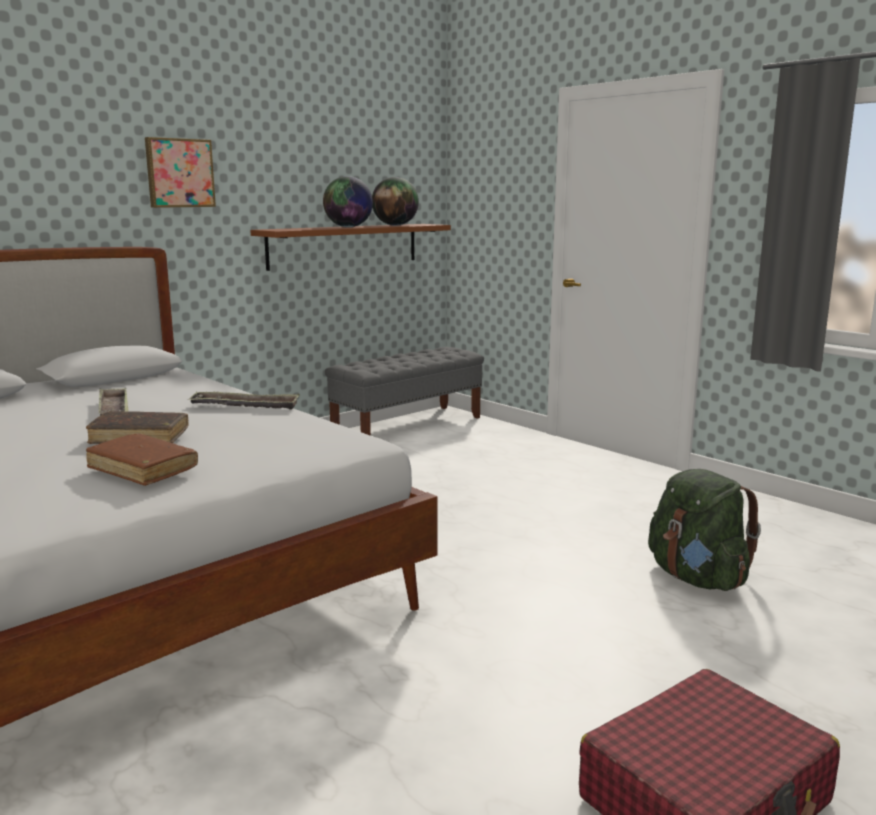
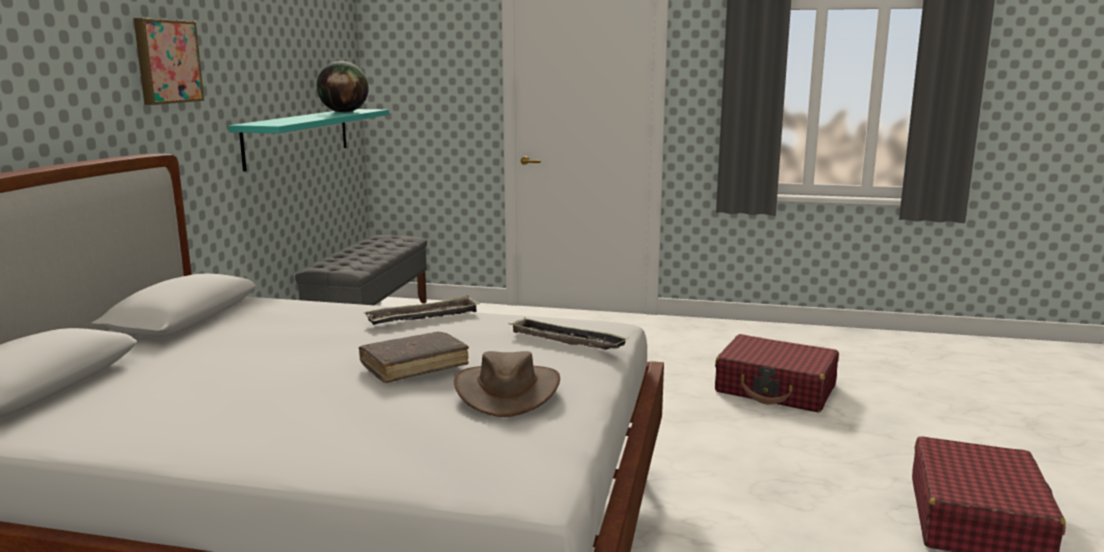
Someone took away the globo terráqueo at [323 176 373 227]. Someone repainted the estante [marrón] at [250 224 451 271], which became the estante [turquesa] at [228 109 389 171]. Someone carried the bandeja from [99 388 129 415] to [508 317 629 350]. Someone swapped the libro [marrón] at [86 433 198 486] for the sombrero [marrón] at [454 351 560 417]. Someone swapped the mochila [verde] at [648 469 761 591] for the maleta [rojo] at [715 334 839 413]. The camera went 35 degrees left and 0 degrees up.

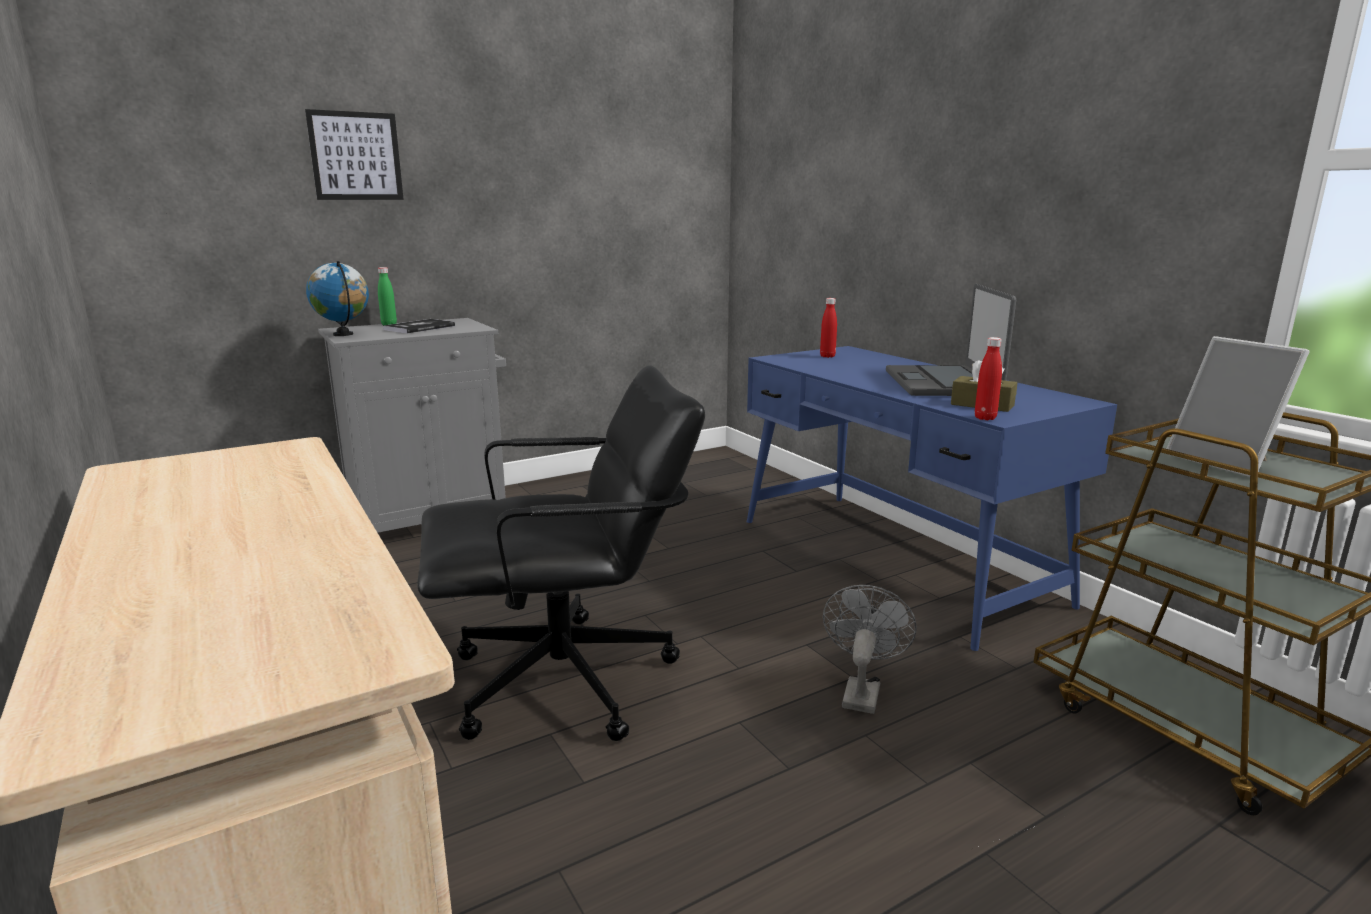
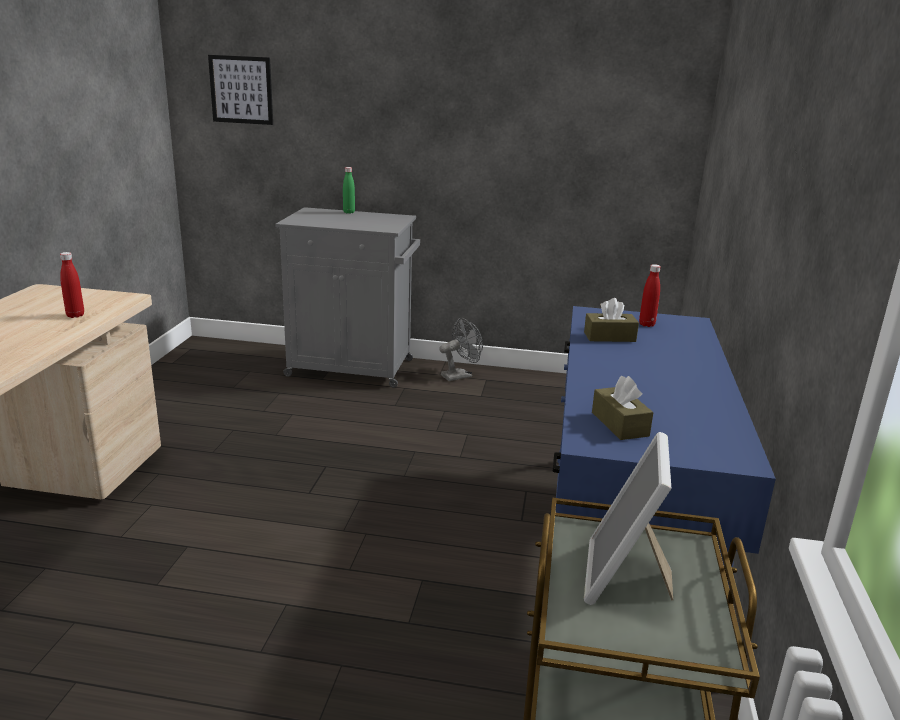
Someone carried the cuadro from [305 109 404 200] to [208 55 273 125]. Someone took away the globo terráqueo at [306 261 369 336]. Someone took away the portátil at [886 284 1016 396]. Someone took away the libro at [383 319 455 333]. Someone carried the botella [rojo] from [975 337 1002 420] to [60 252 84 318]. Someone took away the silla de oficina [negro] at [417 365 705 741]. Someone carried the ventilador [gris] from [823 585 917 714] to [439 318 483 381]. Someone put down the caja de pañuelos [marrón] at [584 298 639 342]. The camera went 40 degrees right and 5 degrees up.

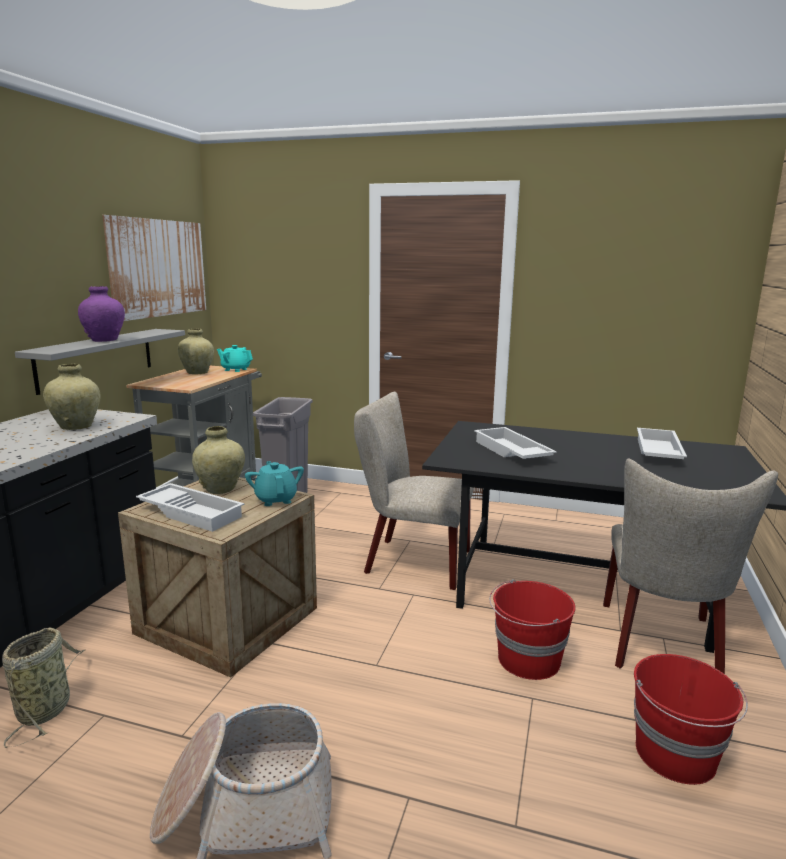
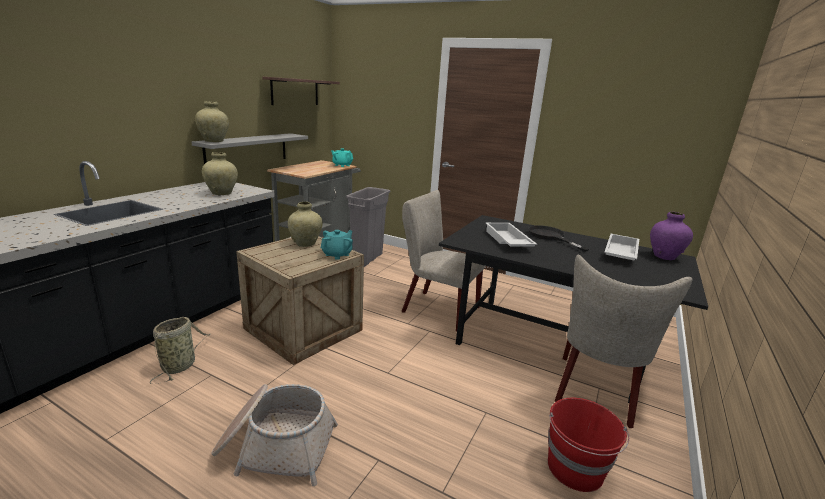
Someone swapped the cuadro at [102 215 206 321] for the estante at [262 77 340 105]. Someone carried the florero [morado] from [78 286 125 342] to [650 212 693 260]. Someone carried the florero [beis] from [177 329 214 374] to [195 101 229 142]. Someone rotated the tetera [turquesa] at [245 461 304 506] by 45 degrees clockwise. Someone took away the bandeja [blanco] at [136 483 244 532]. Someone took away the cubo [rojo] at [489 579 576 680]. Someone put down the sartén [negro] at [528 225 589 252]. The camera went 10 degrees right and 5 degrees up.

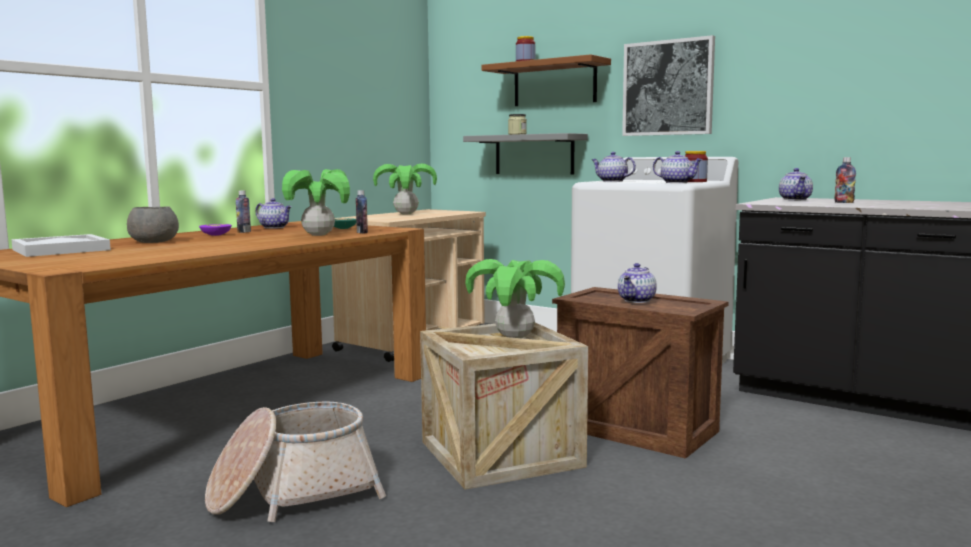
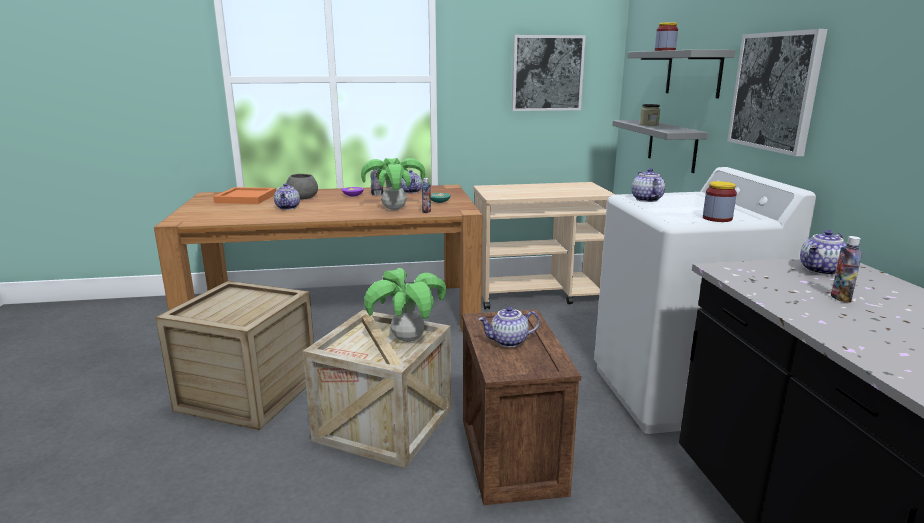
Someone repainted the estante [marrón] at [481 54 611 106], which became the estante [gris] at [627 50 736 98]. Someone carried the tetera from [653 151 703 183] to [274 183 300 210]. Someone took away the planta en maceta at [373 163 437 214]. Someone repainted the bandeja [blanco] at [11 234 111 257], which became the bandeja [naranja] at [213 187 276 204]. Someone swapped the cesta at [205 402 386 522] for the caja de embalaje at [155 281 314 430]. Someone put up the cuadro at [512 35 586 111]. The camera went 45 degrees right and 10 degrees up.

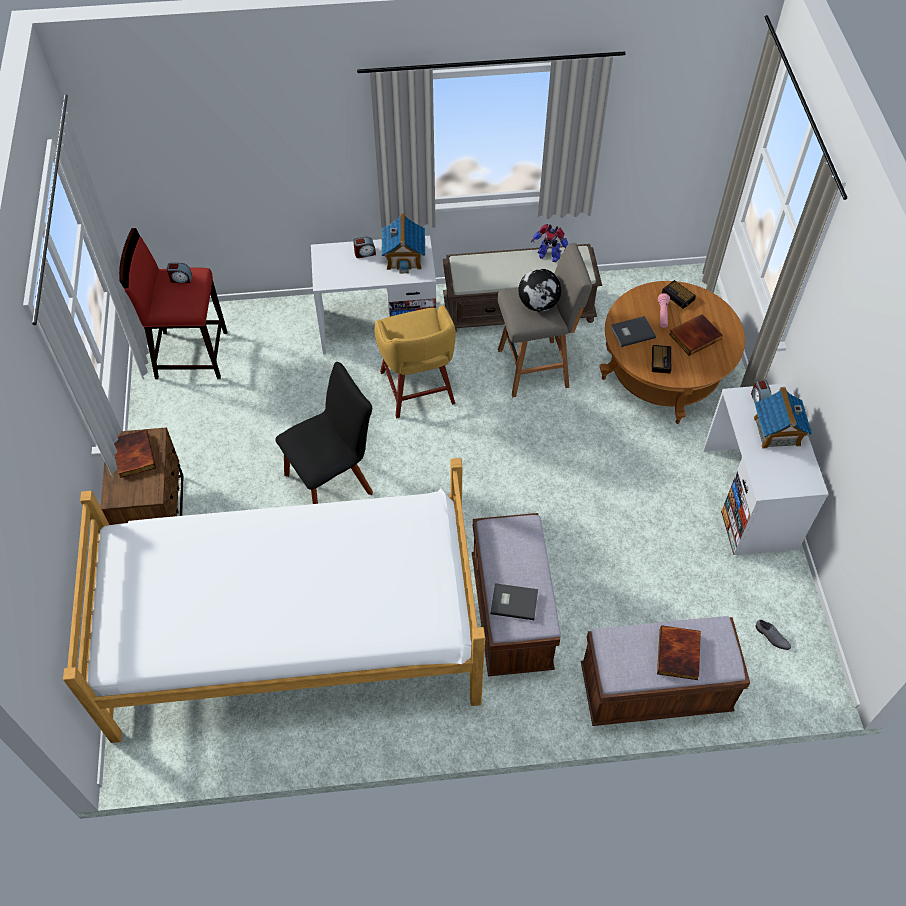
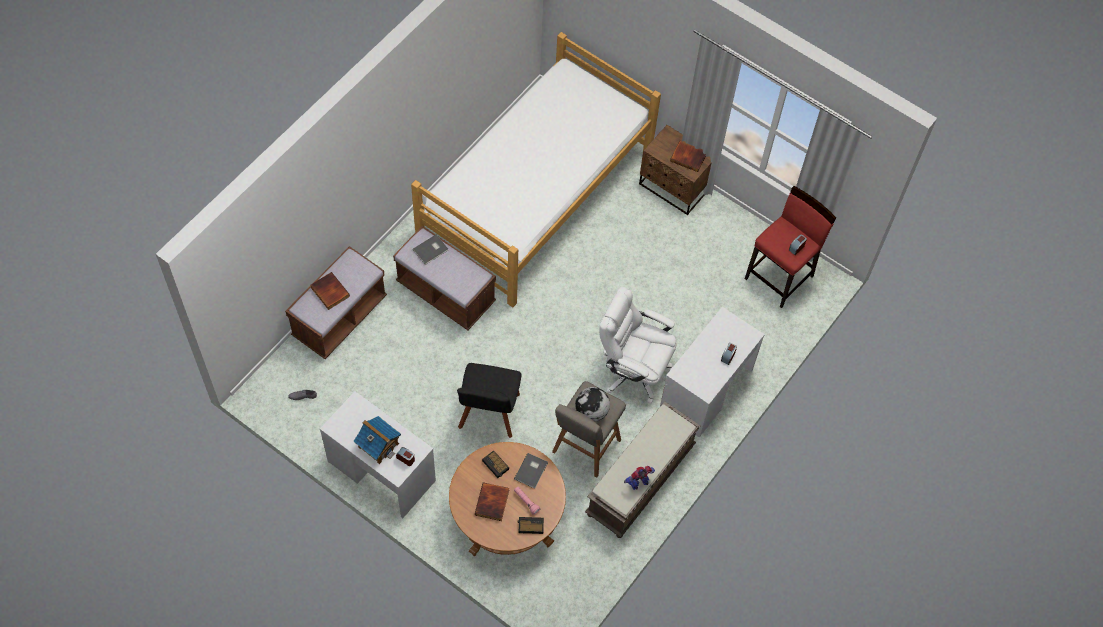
Someone took away the casita at [381 213 425 273]. Someone swapped the taburete [amarillo] at [375 305 456 419] for the silla de oficina [blanco] at [599 287 677 403]. Someone carried the silla [negro] from [275 362 373 504] to [457 363 521 438]. The camera went 130 degrees right and 5 degrees up.

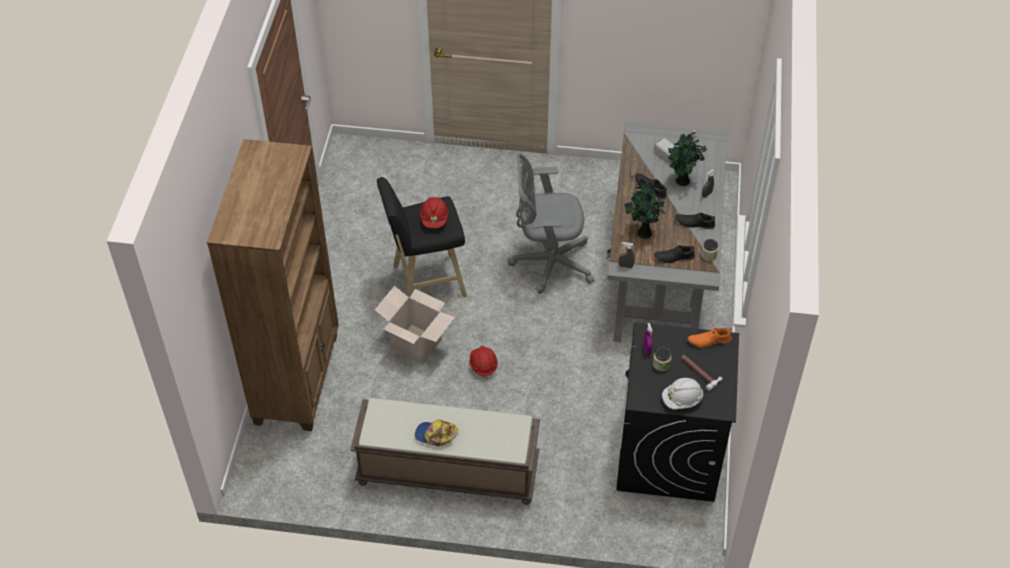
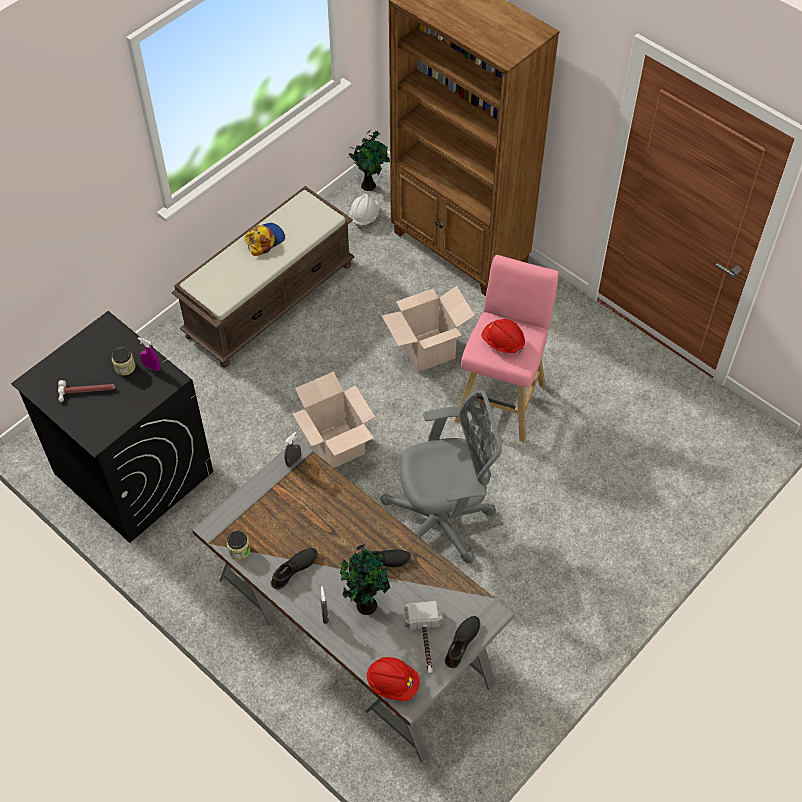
Someone rotated the silla de oficina [gris] at [508 153 594 294] by 45 degrees clockwise. Someone repainted the taburete [negro] at [377 177 467 298], which became the taburete [rosa] at [454 255 558 442]. Someone carried the planta en maceta from [624 179 666 239] to [348 130 390 191]. Someone carried the zapato [negro] from [654 245 695 263] to [445 616 480 668]. Someone took away the zapato [naranja] at [688 328 732 347]. Someone carried the casco [rojo] from [470 345 498 379] to [366 657 420 701]. Someone carried the casco [blanco] from [662 378 703 409] to [349 194 379 229]. Someone put down the caja de cartón at [293 372 375 468]. The camera went 125 degrees right and 5 degrees up.

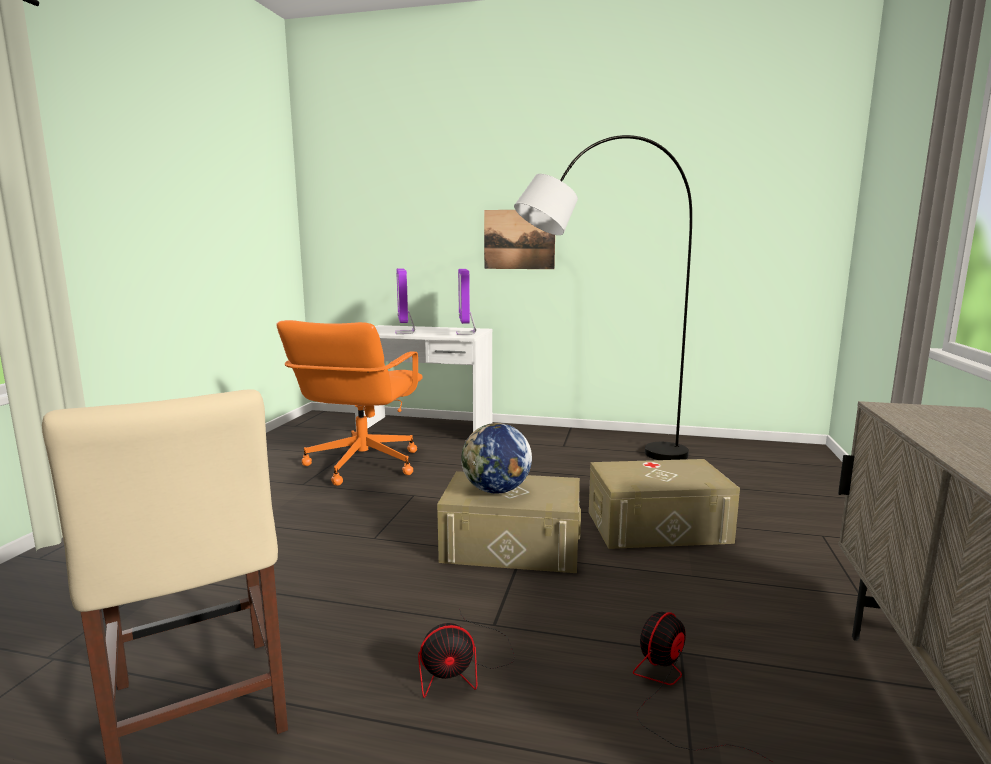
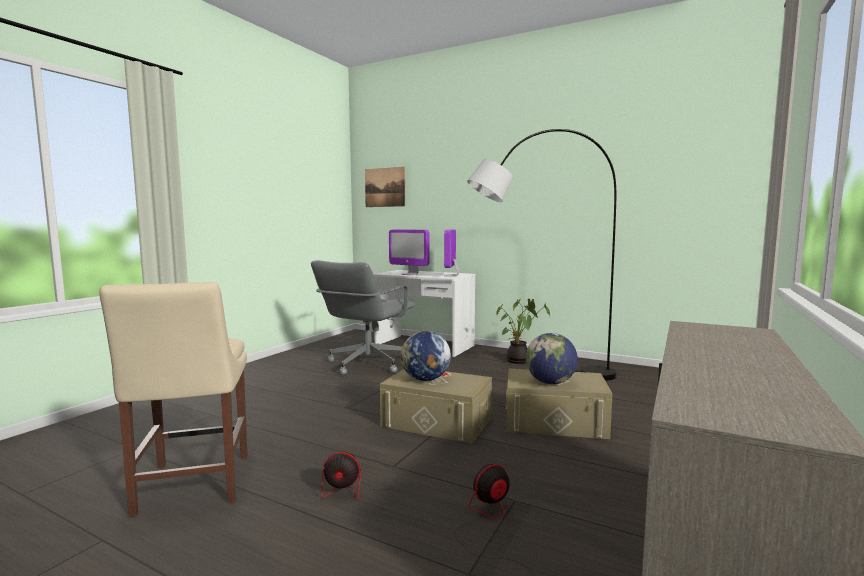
Someone carried the cuadro from [484 210 555 269] to [365 167 405 207]. Someone rotated the monitor at [395 269 415 334] by 60 degrees counterclockwise. Someone repainted the silla de oficina [naranja] at [276 320 423 486], which became the silla de oficina [gris] at [311 260 415 375]. Someone put down the planta en maceta at [496 299 550 364]. Someone put down the globo terráqueo at [526 333 578 384]. The camera went 15 degrees right and 5 degrees down.

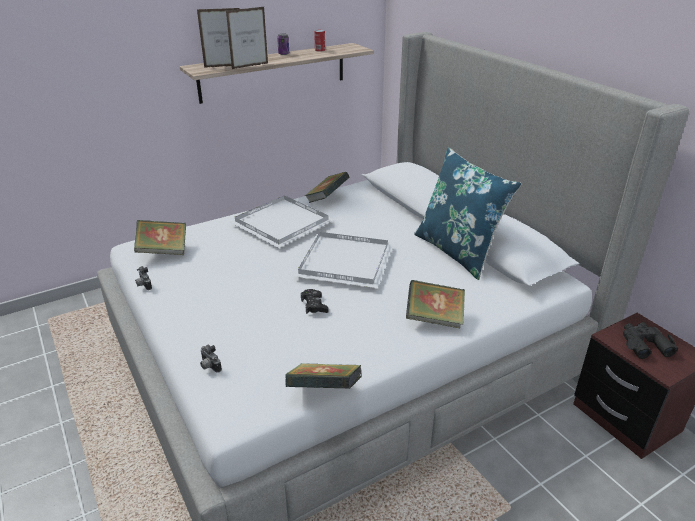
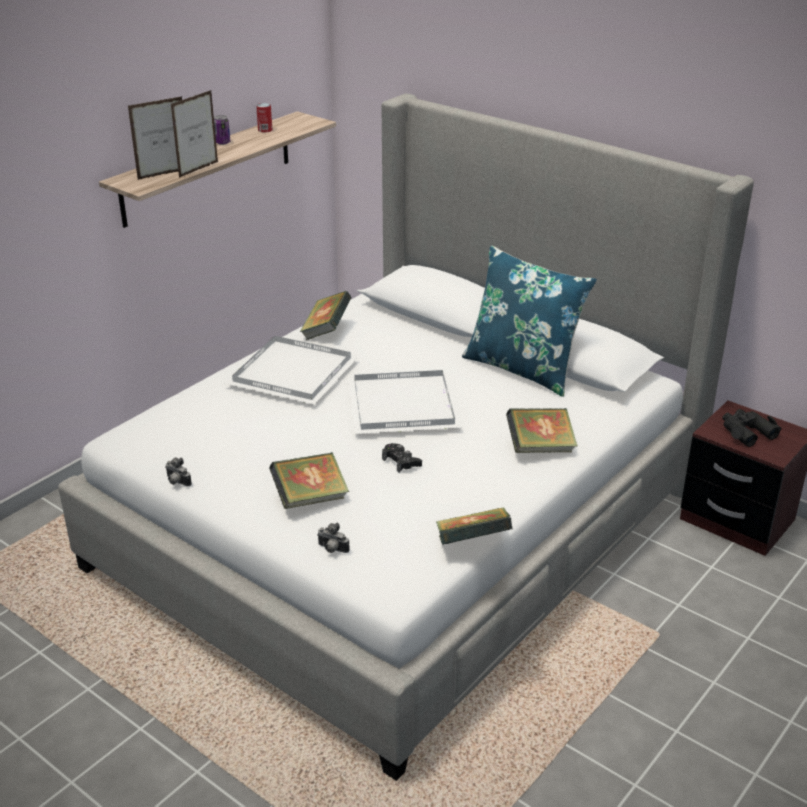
Someone carried the libro from [134 220 186 255] to [269 452 349 509]. The camera went 20 degrees left and 0 degrees up.

